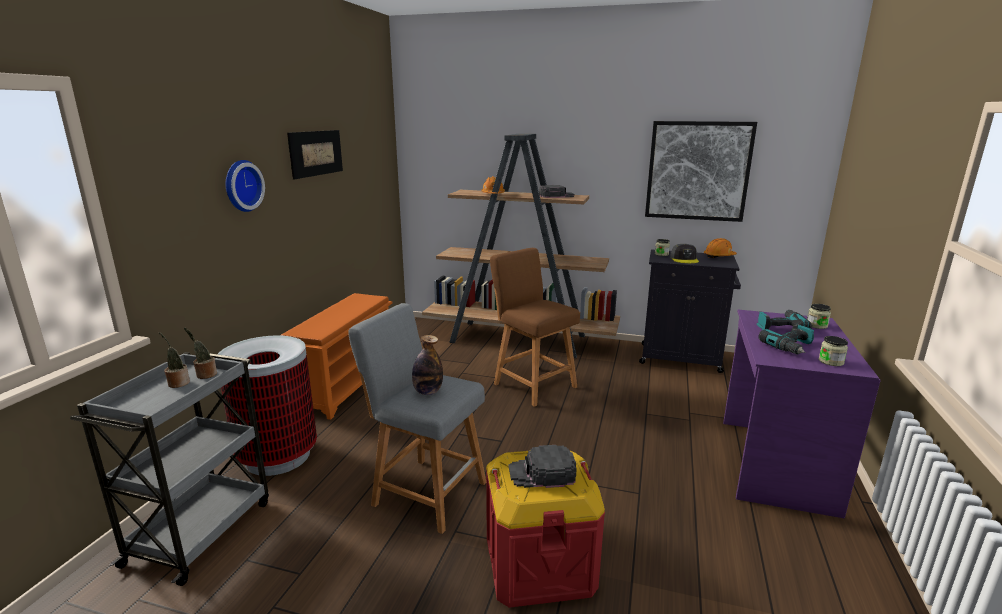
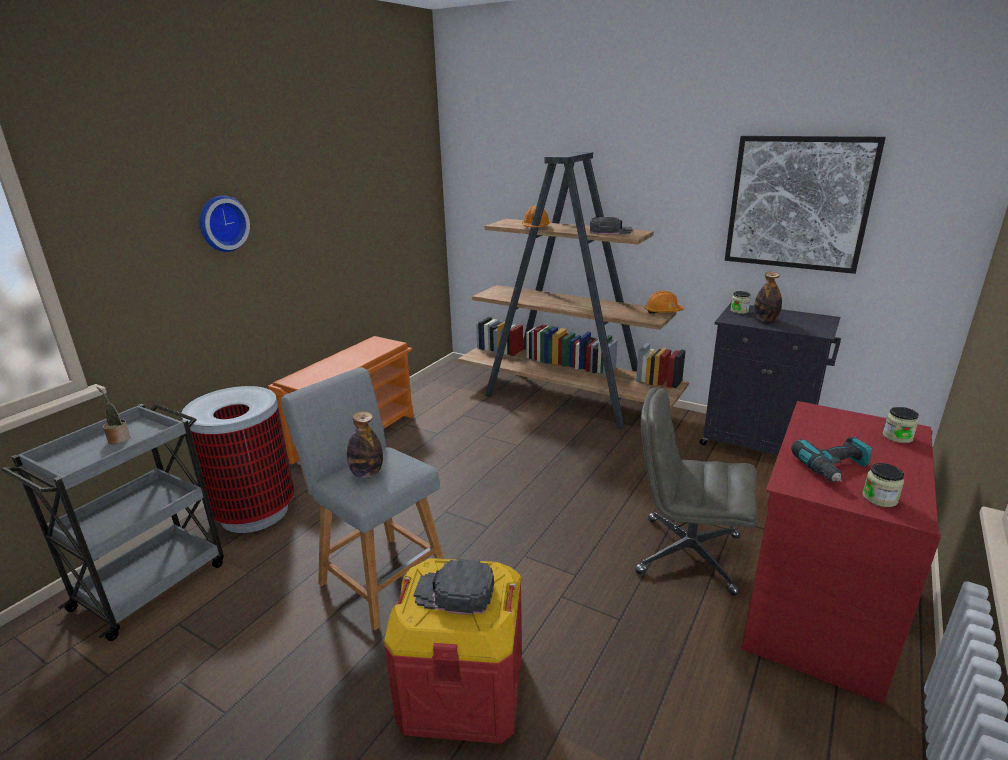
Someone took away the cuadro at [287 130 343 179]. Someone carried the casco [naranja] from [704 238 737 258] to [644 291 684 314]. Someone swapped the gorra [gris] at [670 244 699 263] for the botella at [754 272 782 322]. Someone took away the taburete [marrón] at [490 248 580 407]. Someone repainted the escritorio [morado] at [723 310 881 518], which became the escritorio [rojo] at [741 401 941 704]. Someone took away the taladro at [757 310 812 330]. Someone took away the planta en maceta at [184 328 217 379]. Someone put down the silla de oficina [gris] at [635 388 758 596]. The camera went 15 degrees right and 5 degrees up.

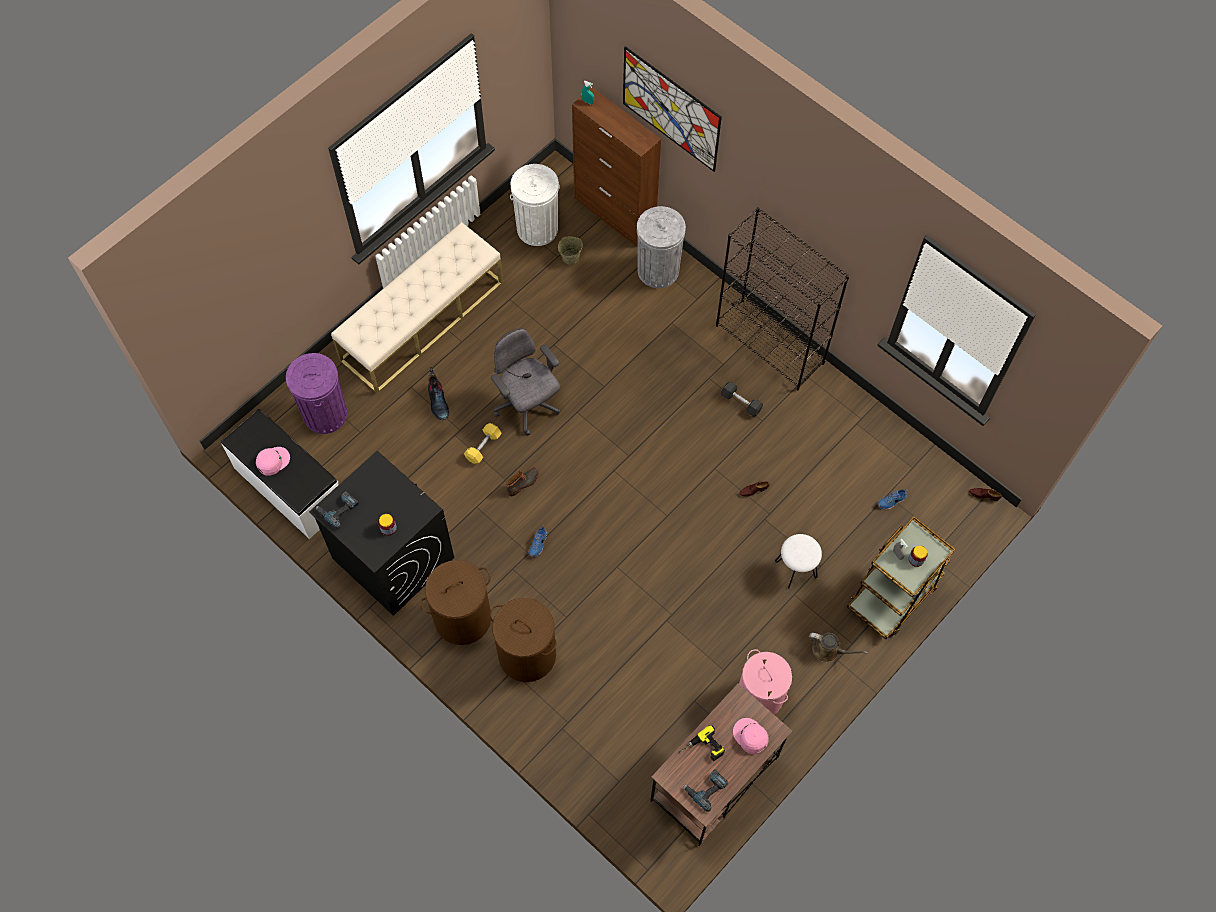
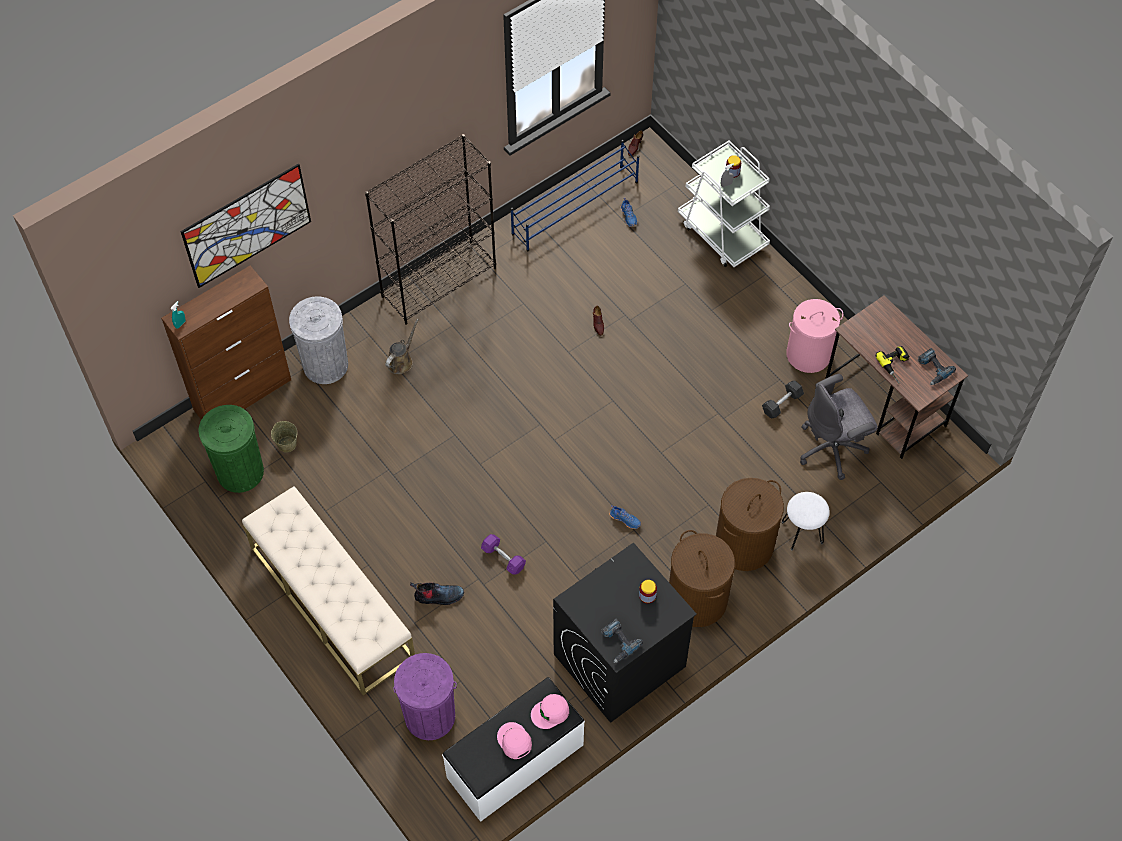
Someone repainted the papelera [blanco] at [510 164 560 246], which became the papelera [verde] at [199 405 264 493]. Someone carried the silla de oficina [gris] from [491 328 561 435] to [800 374 878 480]. Someone carried the mancuerna [gris] from [721 382 763 417] to [762 380 804 419]. Someone repainted the mancuerna [amarillo] at [464 423 502 464], which became the mancuerna [morado] at [481 534 526 575]. Someone took away the bota at [506 467 539 496]. Someone repainted the carrito [marrón] at [847 516 955 639], which became the carrito [blanco] at [678 141 770 267]. Someone carried the taburete [blanco] from [775 534 822 589] to [782 492 830 551]. Someone carried the regadera [marrón] from [808 633 868 663] to [385 318 419 374]. Someone carried the gorra [rosa] from [733 718 768 754] to [531 694 569 729]. Someone put down the zapatero [azul] at [511 140 639 251]. The camera went 80 degrees left and 5 degrees down.

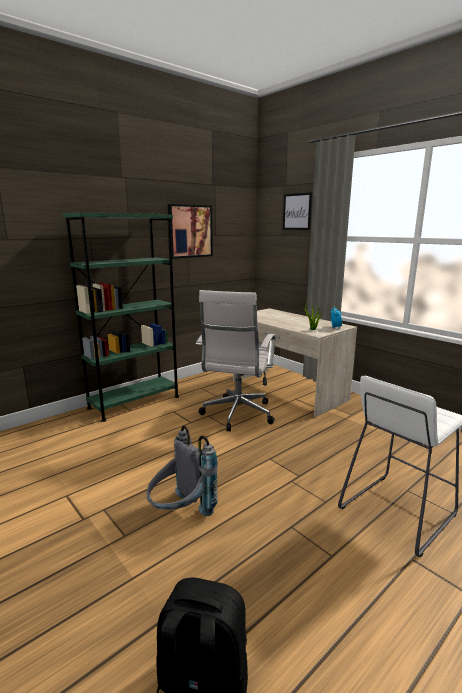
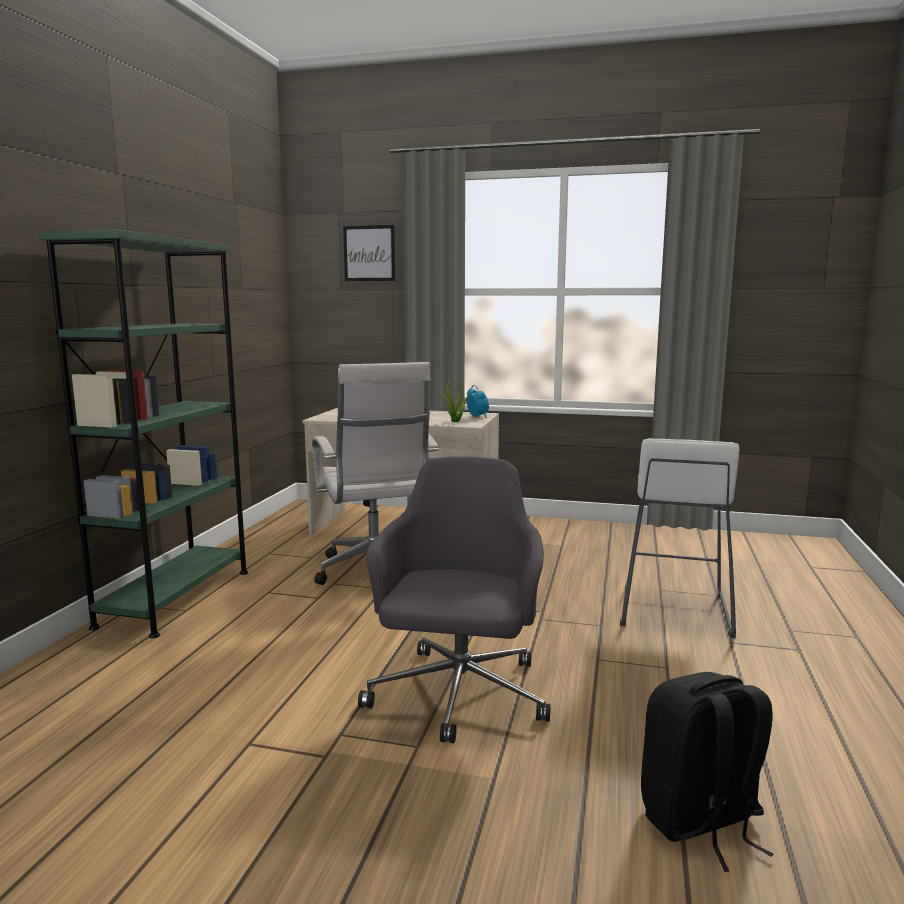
Someone took away the cuadro at [168 204 213 259]. Someone swapped the mochila [gris] at [147 426 218 516] for the silla de oficina [gris] at [358 456 551 743]. The camera went 35 degrees left and 5 degrees down.

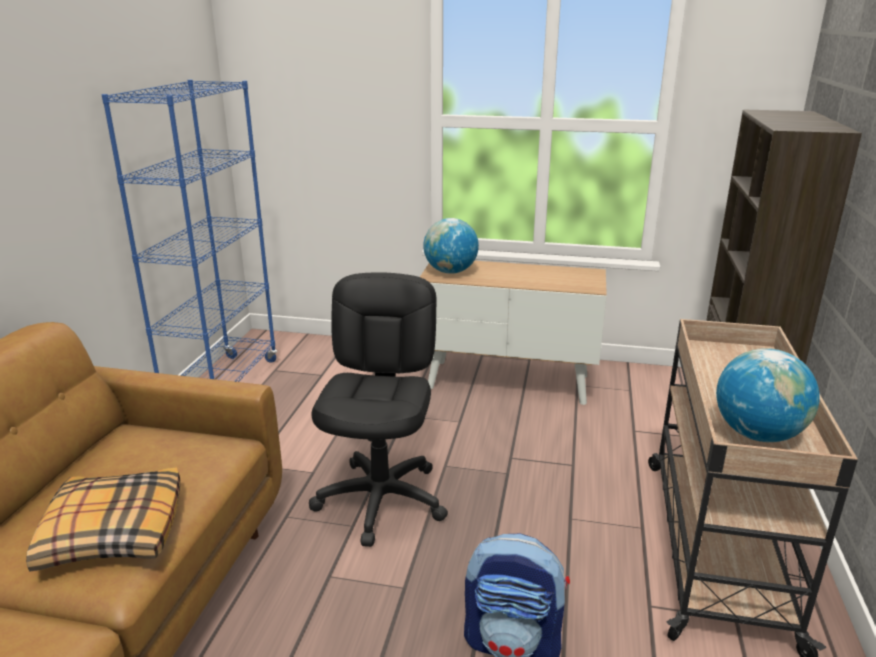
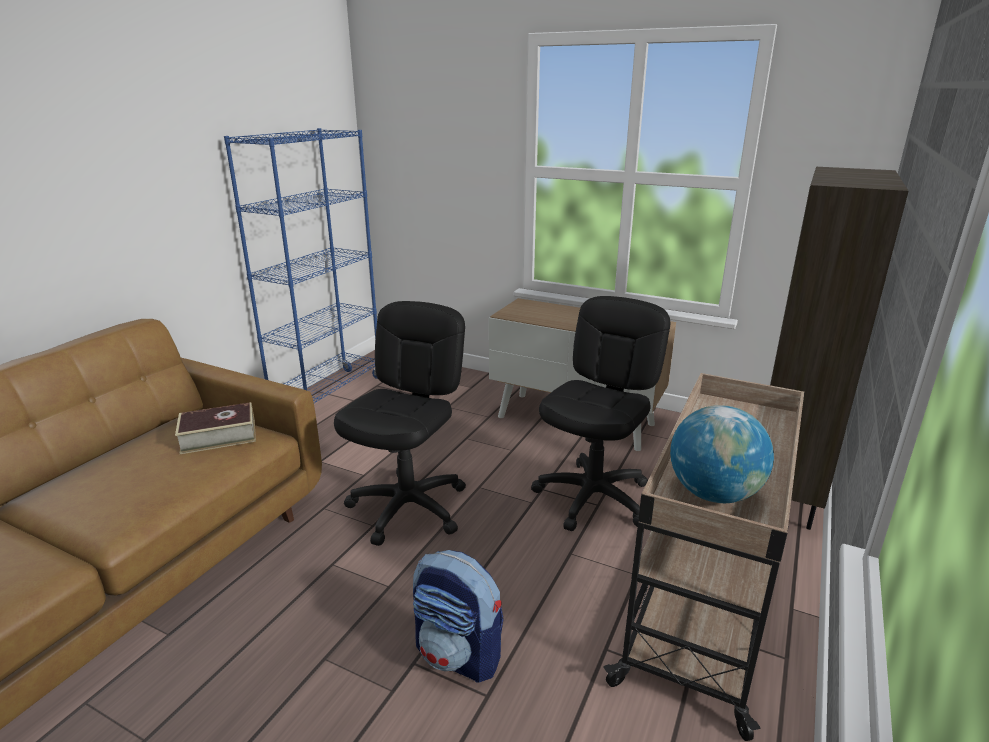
Someone took away the globo terráqueo at [423 218 479 274]. Someone took away the cojín at [26 467 180 571]. Someone put down the silla de oficina [negro] at [531 296 670 531]. Someone put down the libro at [175 402 256 454]. The camera went 15 degrees right and 0 degrees up.

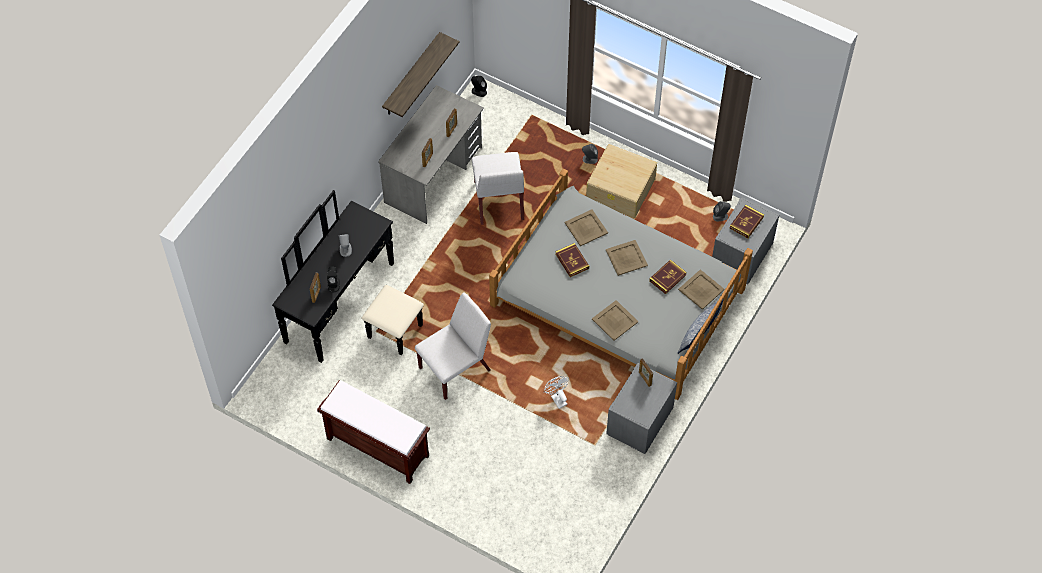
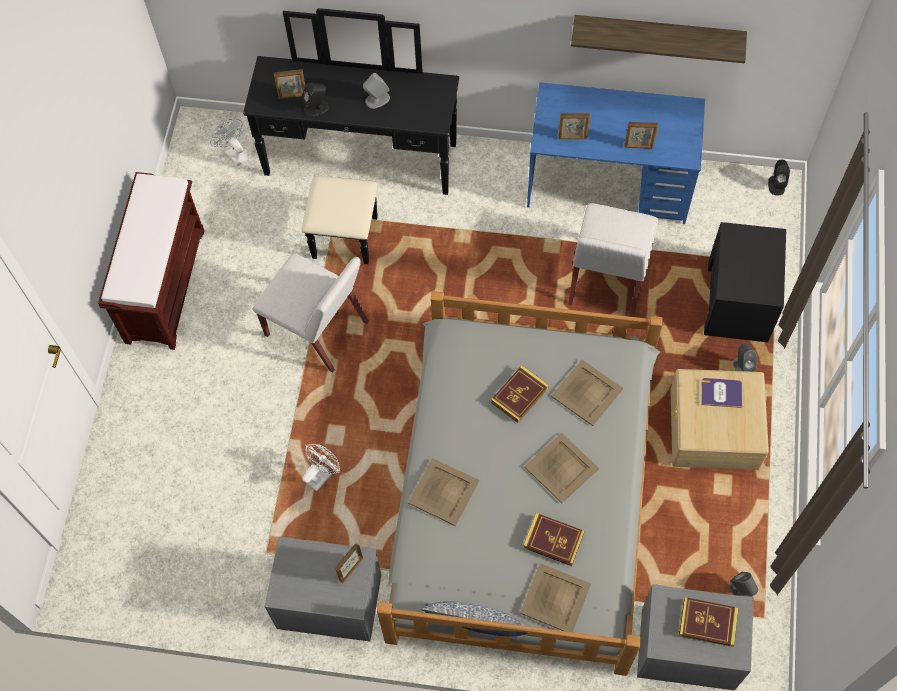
Someone repainted the escritorio [gris] at [378 85 484 224], which became the escritorio [azul] at [527 82 705 224]. Someone rotated the silla [blanco] at [472 152 524 225] by 45 degrees counterclockwise. Someone put down the ventilador [blanco] at [210 119 248 166]. Someone put down the mesita de noche [negro] at [704 222 786 342]. Someone put down the libro at [701 378 742 408]. The camera went 70 degrees right and 5 degrees up.

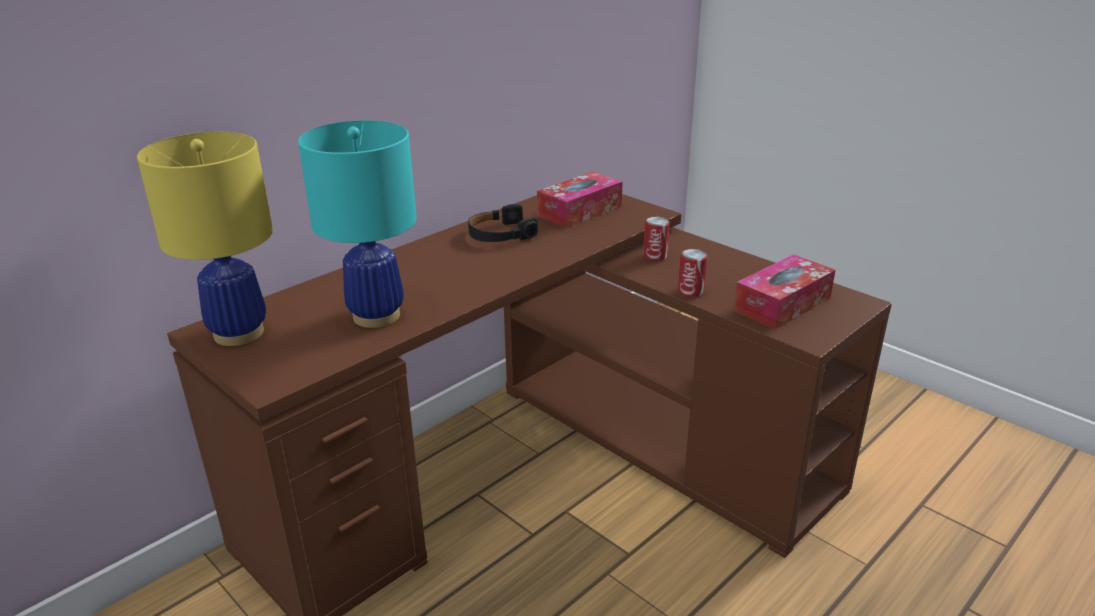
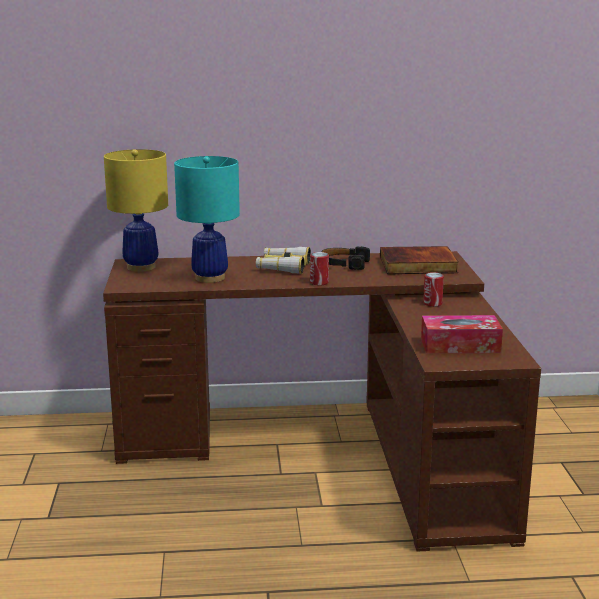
Someone swapped the caja de pañuelos at [537 172 623 228] for the libro at [380 246 459 274]. Someone carried the lata from [678 249 708 298] to [310 252 329 286]. Someone put down the prismáticos at [256 247 311 274]. The camera went 40 degrees right and 10 degrees down.

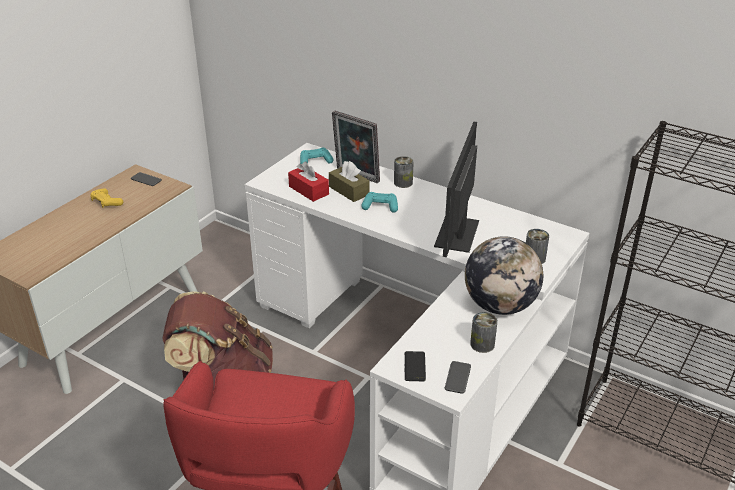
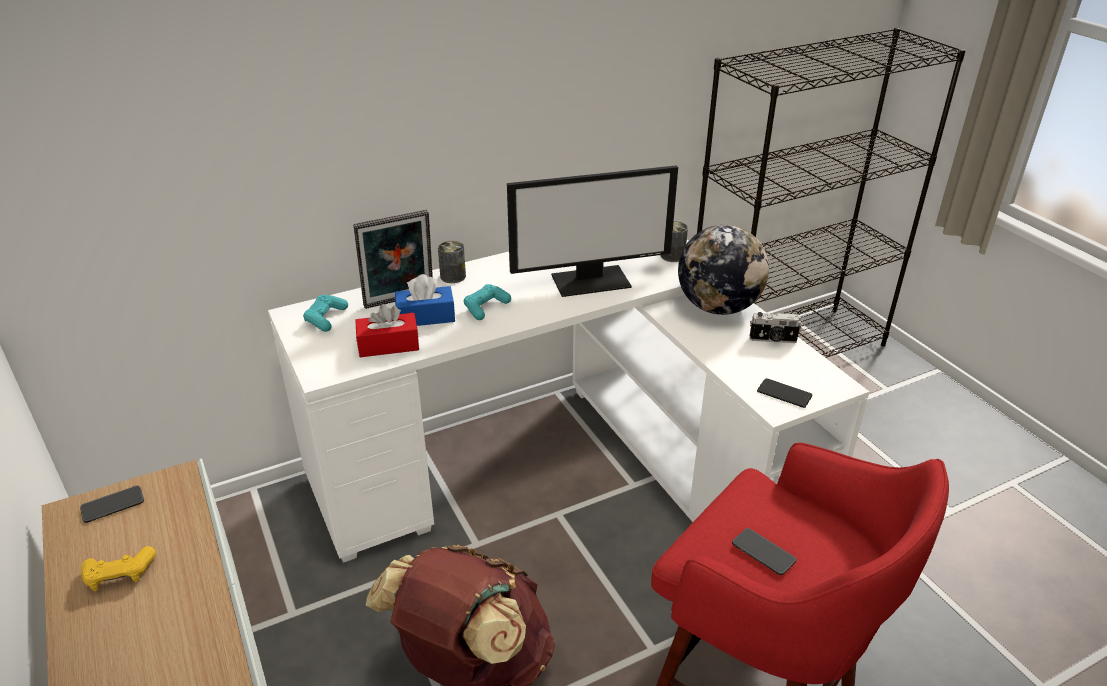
Someone rotated the monitor at [434 121 479 257] by 60 degrees counterclockwise. Someone repainted the caja de pañuelos [marrón] at [329 161 370 202], which became the caja de pañuelos [azul] at [395 274 455 326]. Someone swapped the lata at [470 312 498 353] for the cámara at [750 312 802 343]. Someone carried the móvil from [445 361 471 393] to [732 528 796 575]. The camera went 60 degrees left and 0 degrees up.

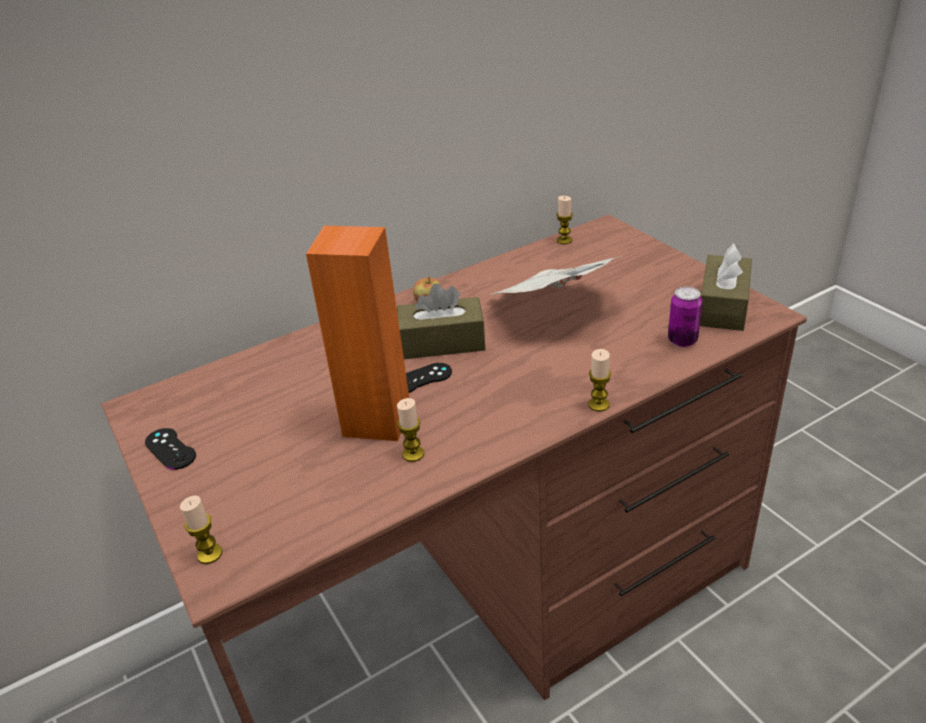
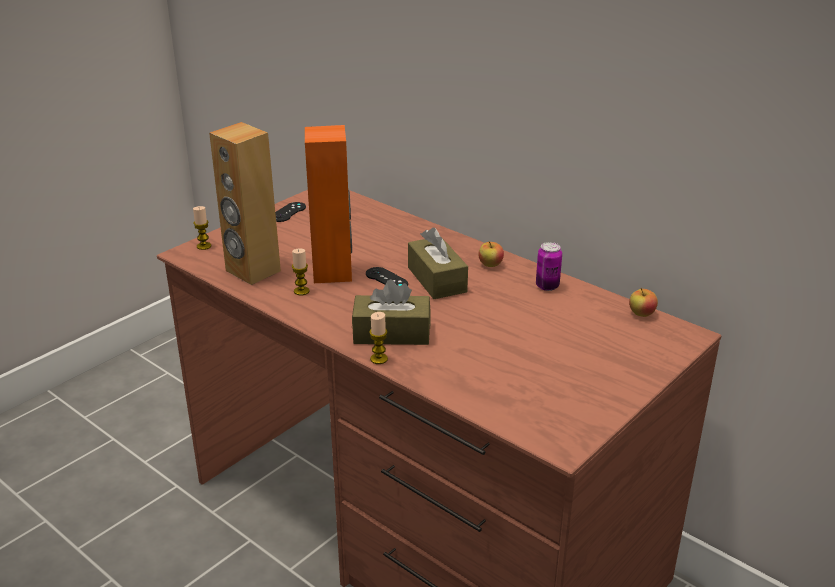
Someone swapped the vela at [556 196 573 244] for the manzana at [629 288 658 317]. Someone carried the caja de pañuelos [marrón] from [700 243 752 331] to [352 279 431 345]. Someone took away the periódico at [491 256 623 295]. Someone carried the lata from [668 287 703 347] to [536 242 562 291]. Someone put down the altavoz [marrón] at [209 122 281 285]. The camera went 70 degrees right and 5 degrees down.

